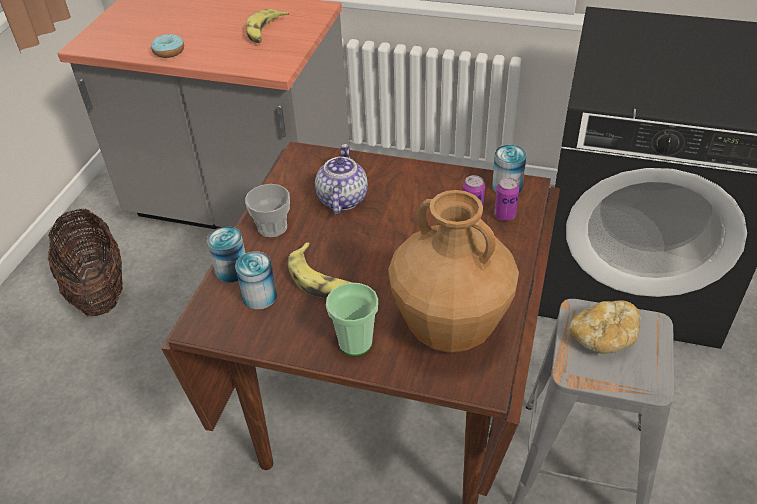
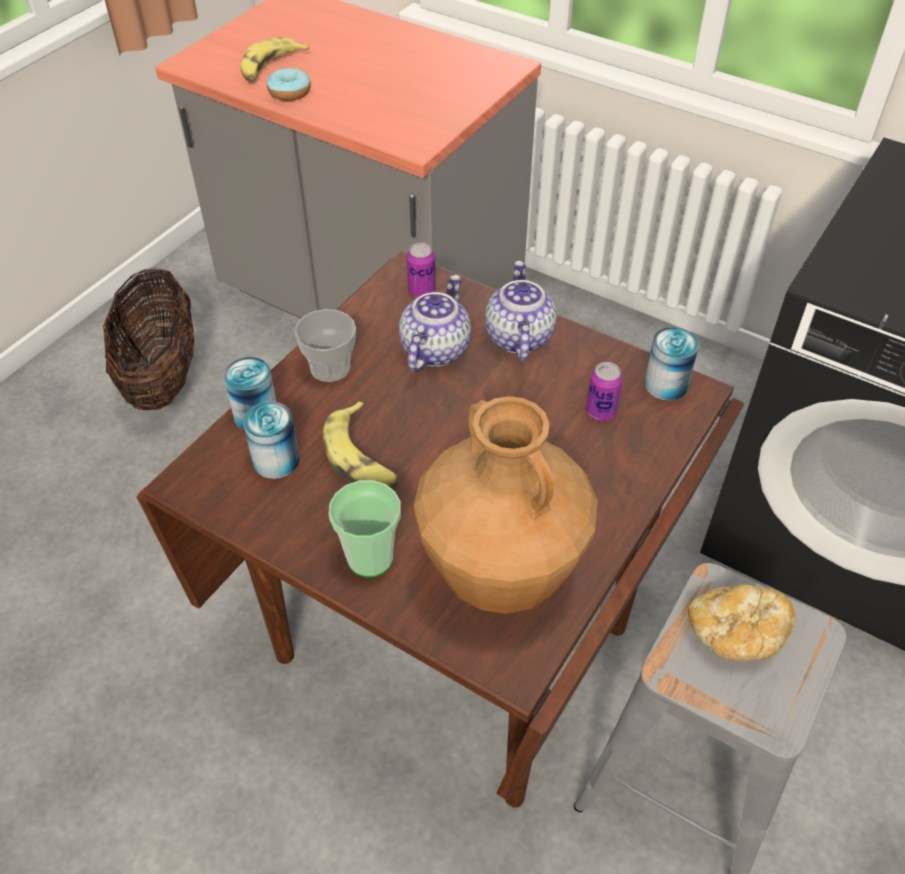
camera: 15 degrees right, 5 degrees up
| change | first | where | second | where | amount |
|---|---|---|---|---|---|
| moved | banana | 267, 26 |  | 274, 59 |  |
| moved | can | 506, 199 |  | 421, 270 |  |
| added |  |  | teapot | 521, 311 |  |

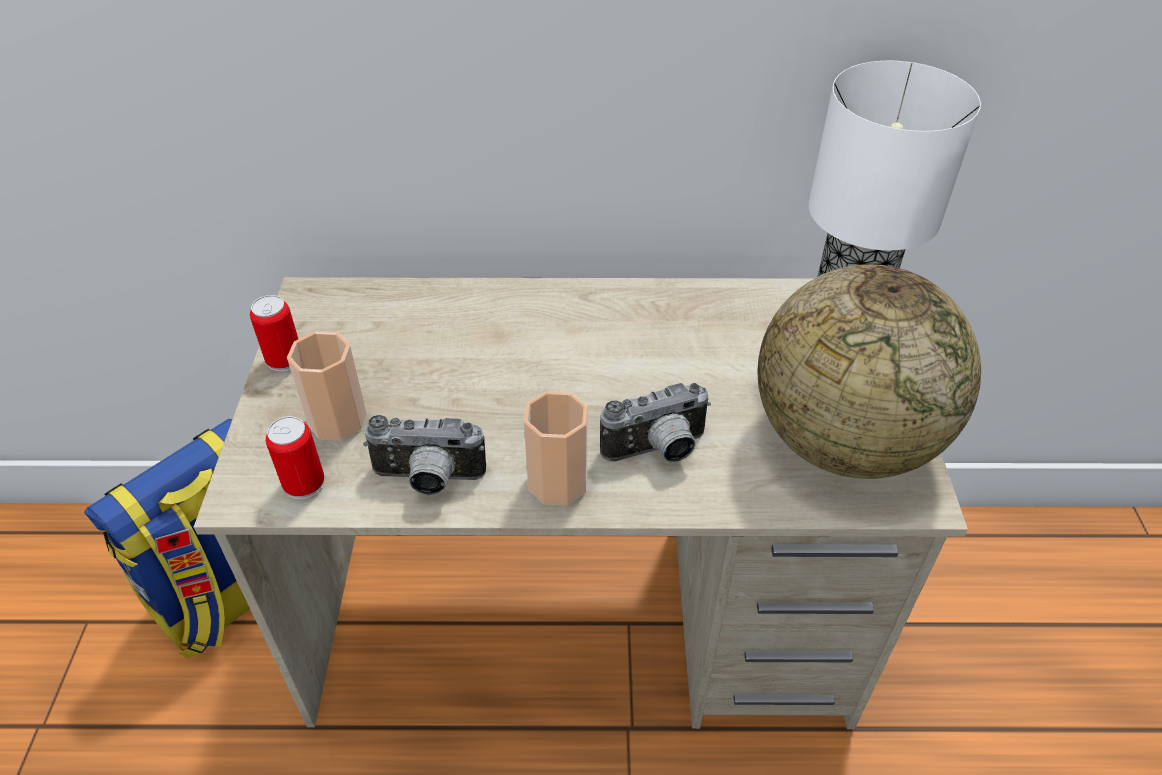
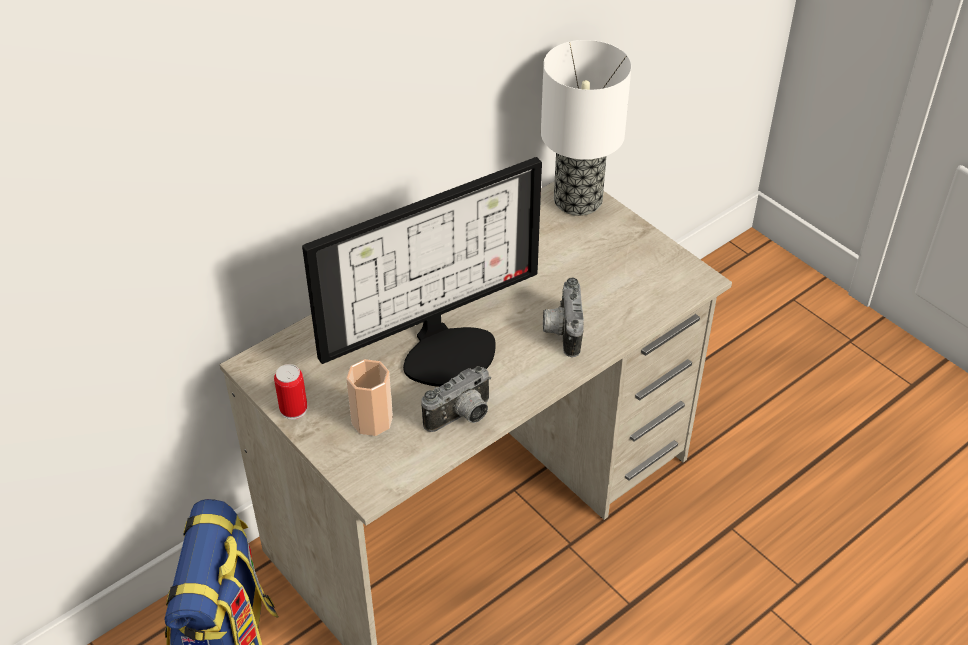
camera: 40 degrees left, 0 degrees up
| change | first | where | second | where | amount |
|---|---|---|---|---|---|
| removed | can | 295, 458 |  |  |  |
| removed | cup | 556, 448 |  |  |  |
| turned | photo camera | 655, 422 |  | 563, 317 | 150 degrees clockwise |
| removed | globe | 869, 371 |  |  |  |
| added |  |  | monitor | 422, 272 |  |

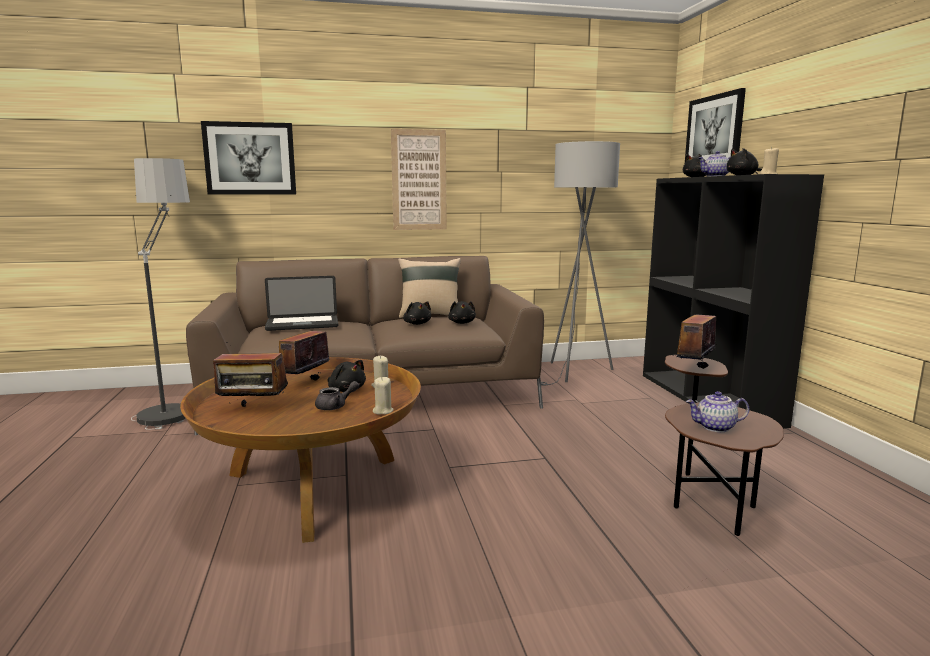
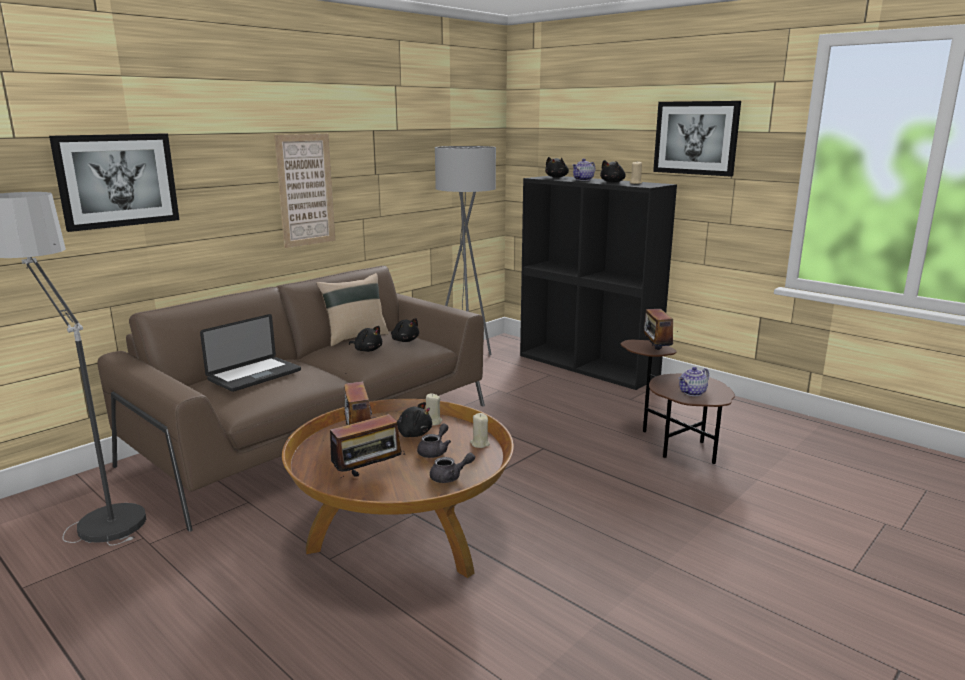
camera: 35 degrees left, 5 degrees up
| change | first | where | second | where | amount |
|---|---|---|---|---|---|
| moved | picture | 715, 124 |  | 697, 139 |  |
| added |  |  | grey teapot | 452, 468 |  |

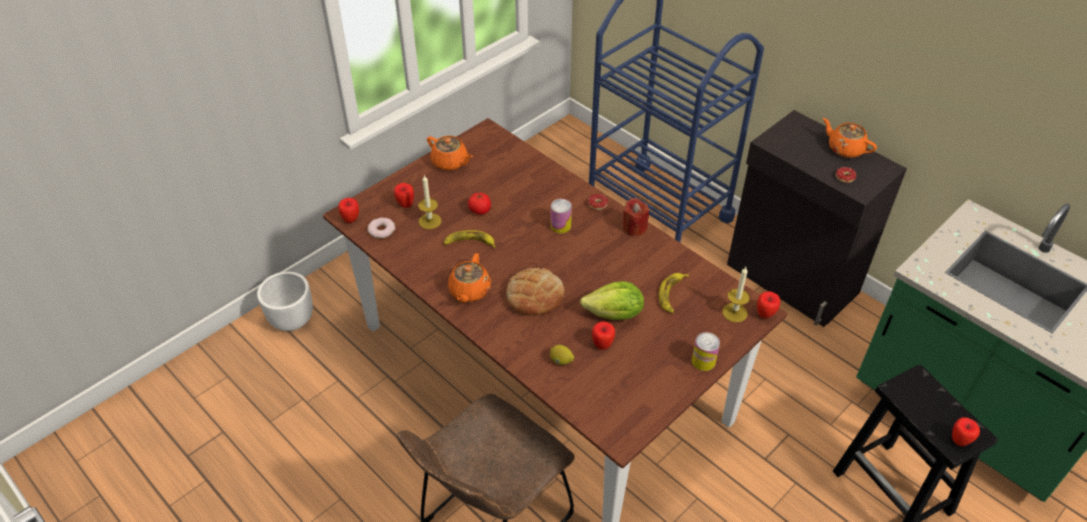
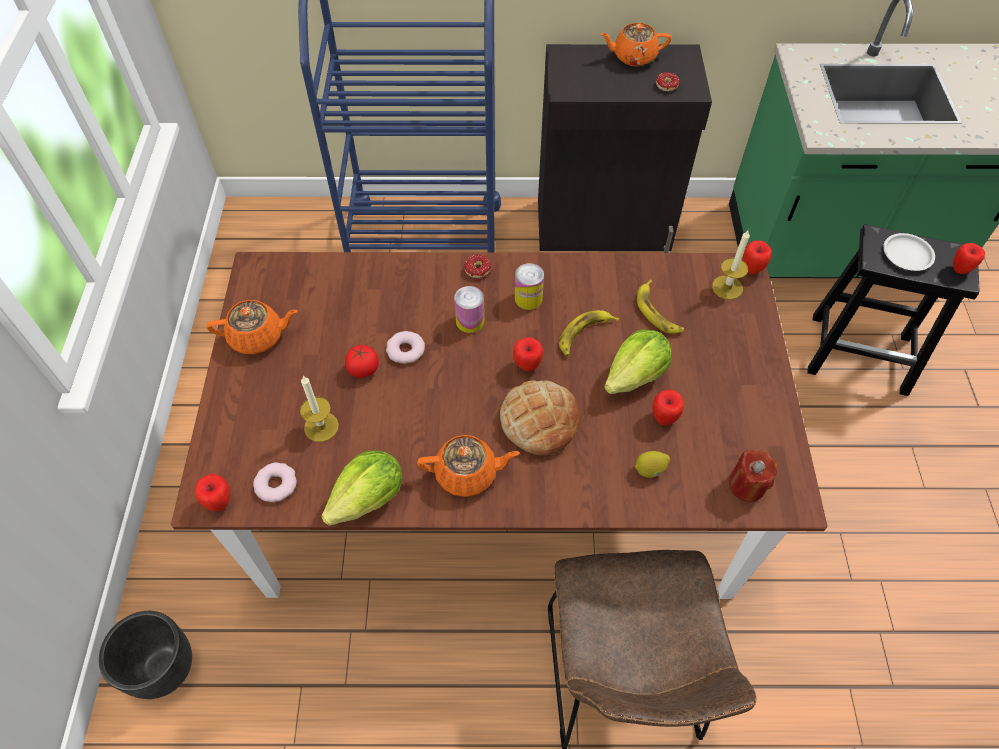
camera: 45 degrees left, 10 degrees up
| change | first | where | second | where | amount |
|---|---|---|---|---|---|
| recoloured | white planter | 285, 301 | black planter | 145, 655 |  |
| moved | apple | 404, 195 |  | 528, 354 |  |
| moved | banana | 470, 239 |  | 589, 333 |  |
| turned | orange teapot | 469, 278 |  | 468, 466 | 60 degrees counterclockwise |
| moved | red candle | 636, 217 |  | 753, 476 |  |
| moved | can | 706, 351 |  | 529, 286 |  |
| added |  |  | lettuce | 361, 488 |  |
| added |  |  | donut | 405, 347 |  |
| added |  |  | white plate | 909, 252 |  |

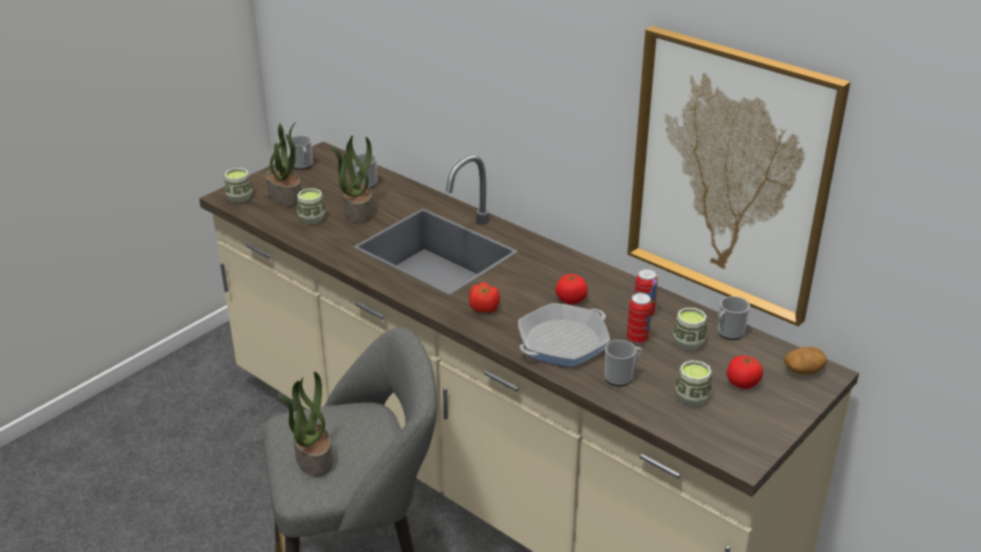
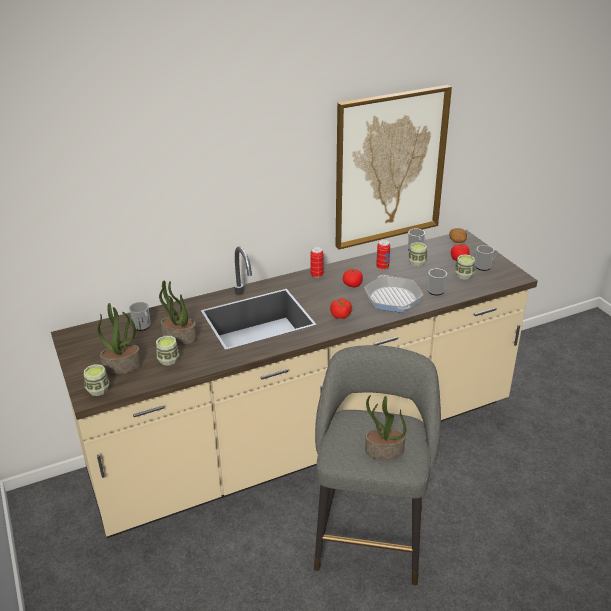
camera: 65 degrees left, 0 degrees up
| change | first | where | second | where | amount |
|---|---|---|---|---|---|
| moved | mug | 301, 153 |  | 486, 258 |  |
| moved | can | 639, 318 |  | 317, 262 |  |

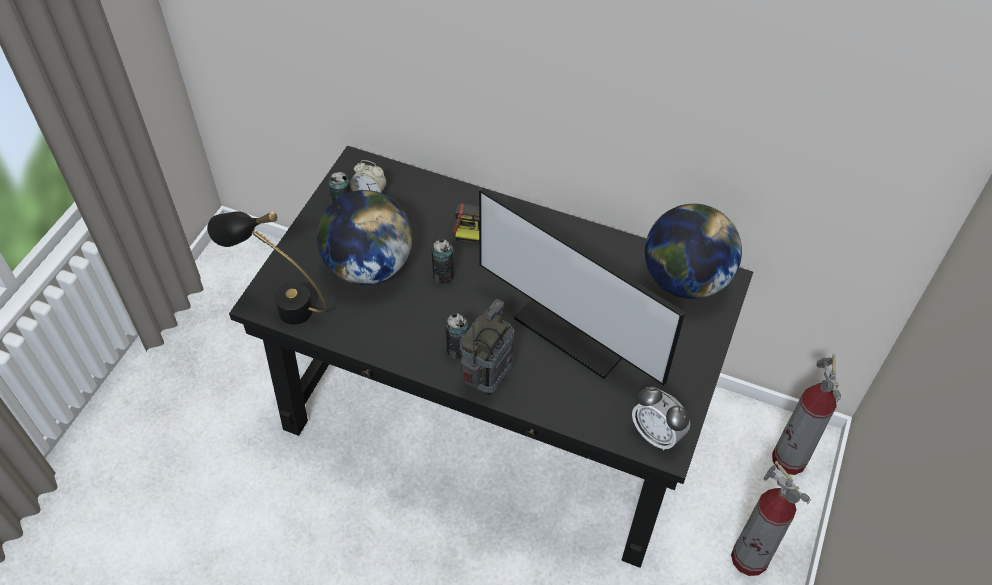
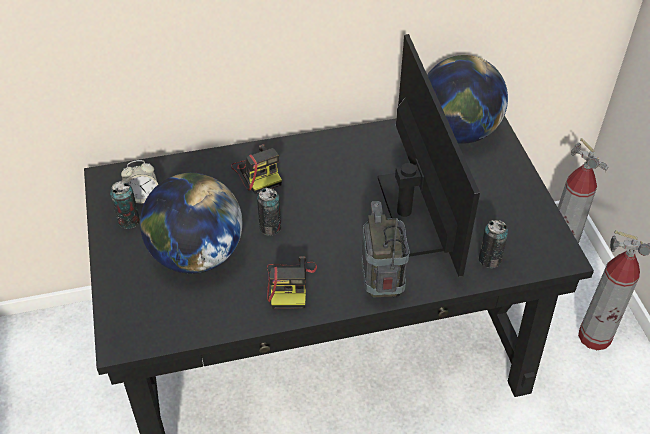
camera: 35 degrees left, 5 degrees down
| change | first | where | second | where | amount |
|---|---|---|---|---|---|
| removed | black table lamp | 267, 268 |  |  |  |
| moved | can | 456, 336 |  | 493, 244 |  |
| turned | monitor | 582, 286 |  | 429, 155 | 105 degrees counterclockwise |
| removed | alarm clock | 661, 418 |  |  |  |
| added |  |  | photo camera | 292, 282 |  |

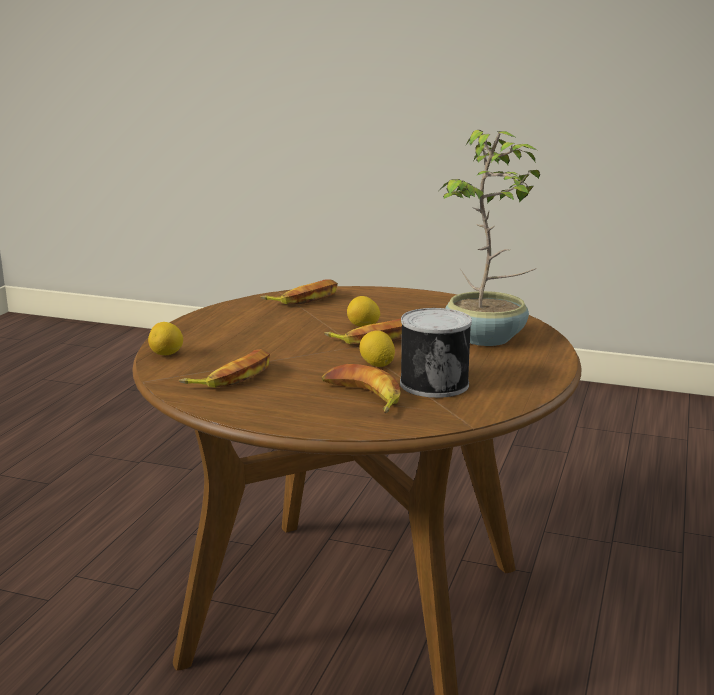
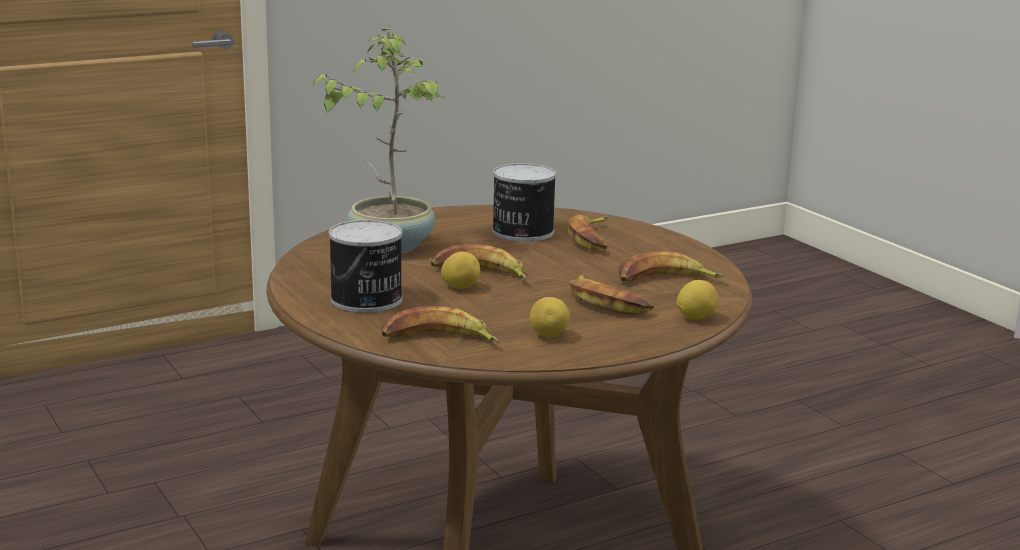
camera: 140 degrees left, 0 degrees up
| change | first | where | second | where | amount |
|---|---|---|---|---|---|
| moved | lemon | 377, 349 |  | 550, 317 |  |
| added |  |  | can | 365, 266 |  |
| added |  |  | banana | 611, 294 |  |

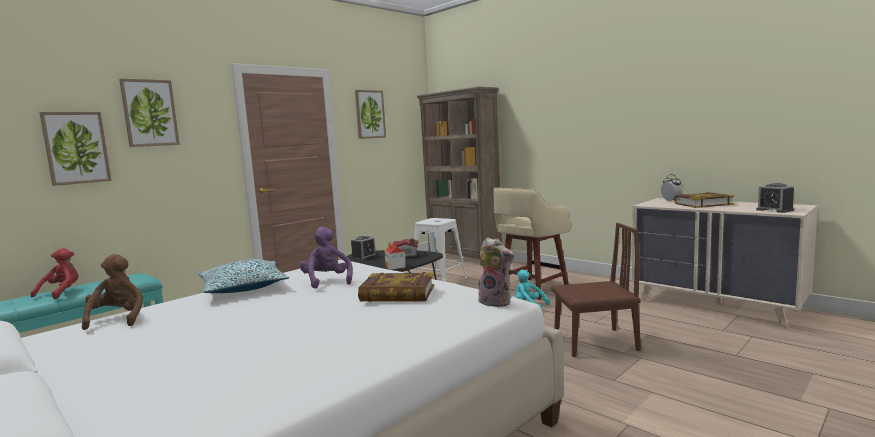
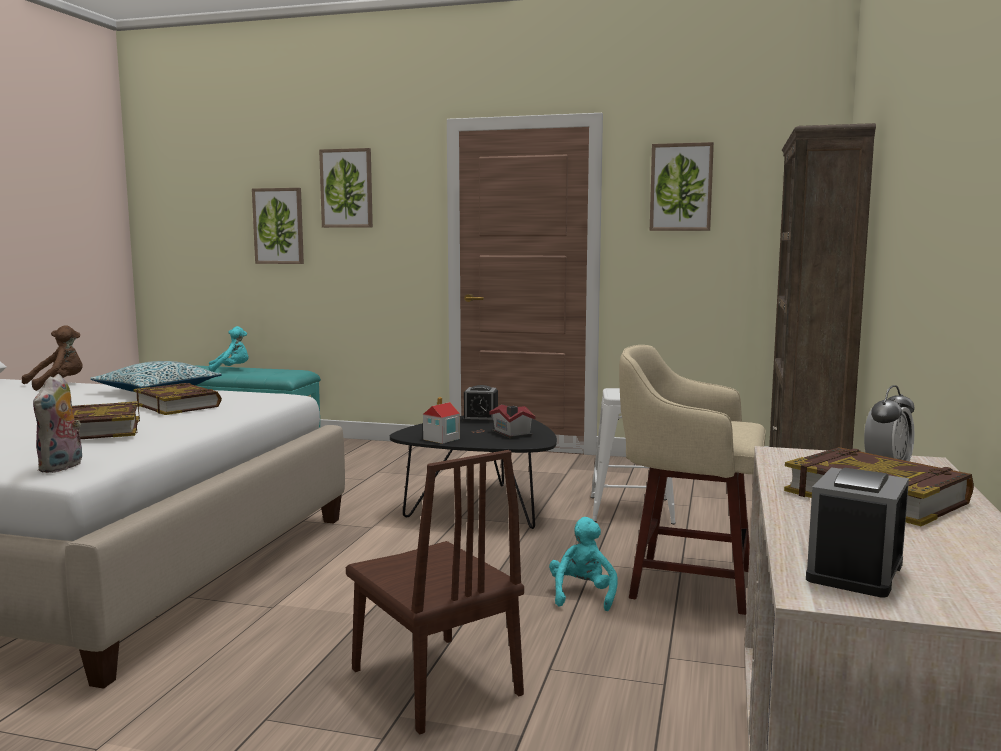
camera: 60 degrees right, 0 degrees up
| change | first | where | second | where | amount |
|---|---|---|---|---|---|
| recoloured | red plush toy | 55, 273 | turquoise plush toy | 228, 349 |  |
| replaced | purple plush toy | 326, 257 | book | 177, 399 |  |

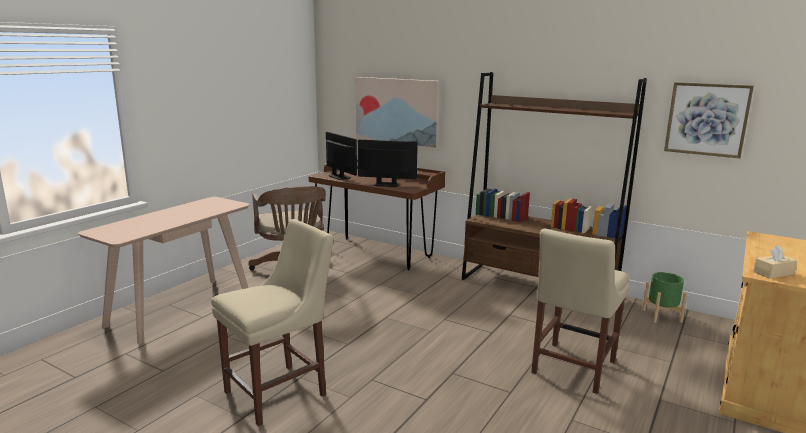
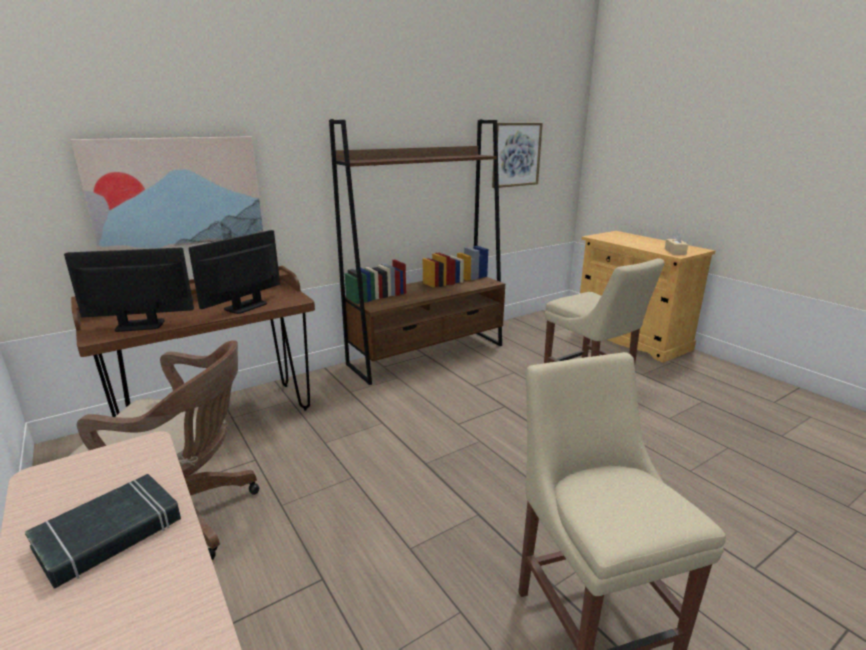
camera: 65 degrees left, 5 degrees up
| change | first | where | second | where | amount |
|---|---|---|---|---|---|
| removed | green planter | 664, 297 |  |  |  |
| added |  |  | black book | 103, 531 |  |

